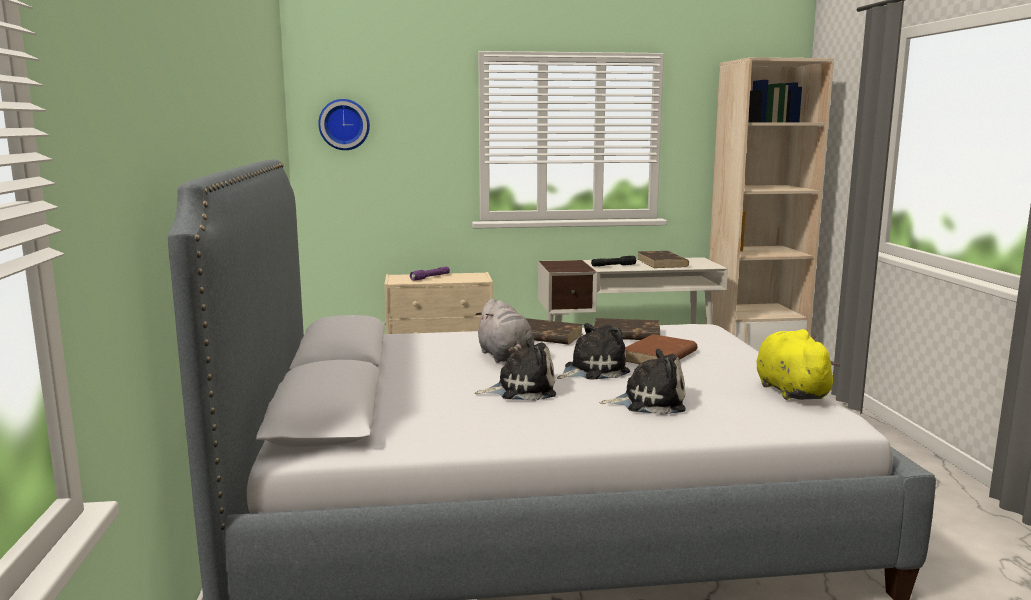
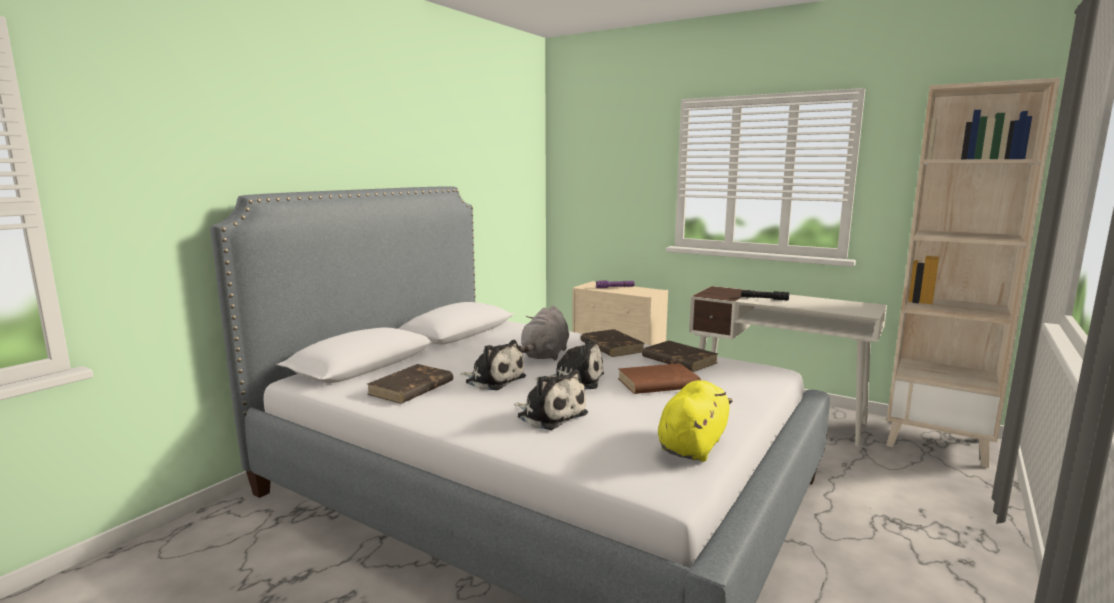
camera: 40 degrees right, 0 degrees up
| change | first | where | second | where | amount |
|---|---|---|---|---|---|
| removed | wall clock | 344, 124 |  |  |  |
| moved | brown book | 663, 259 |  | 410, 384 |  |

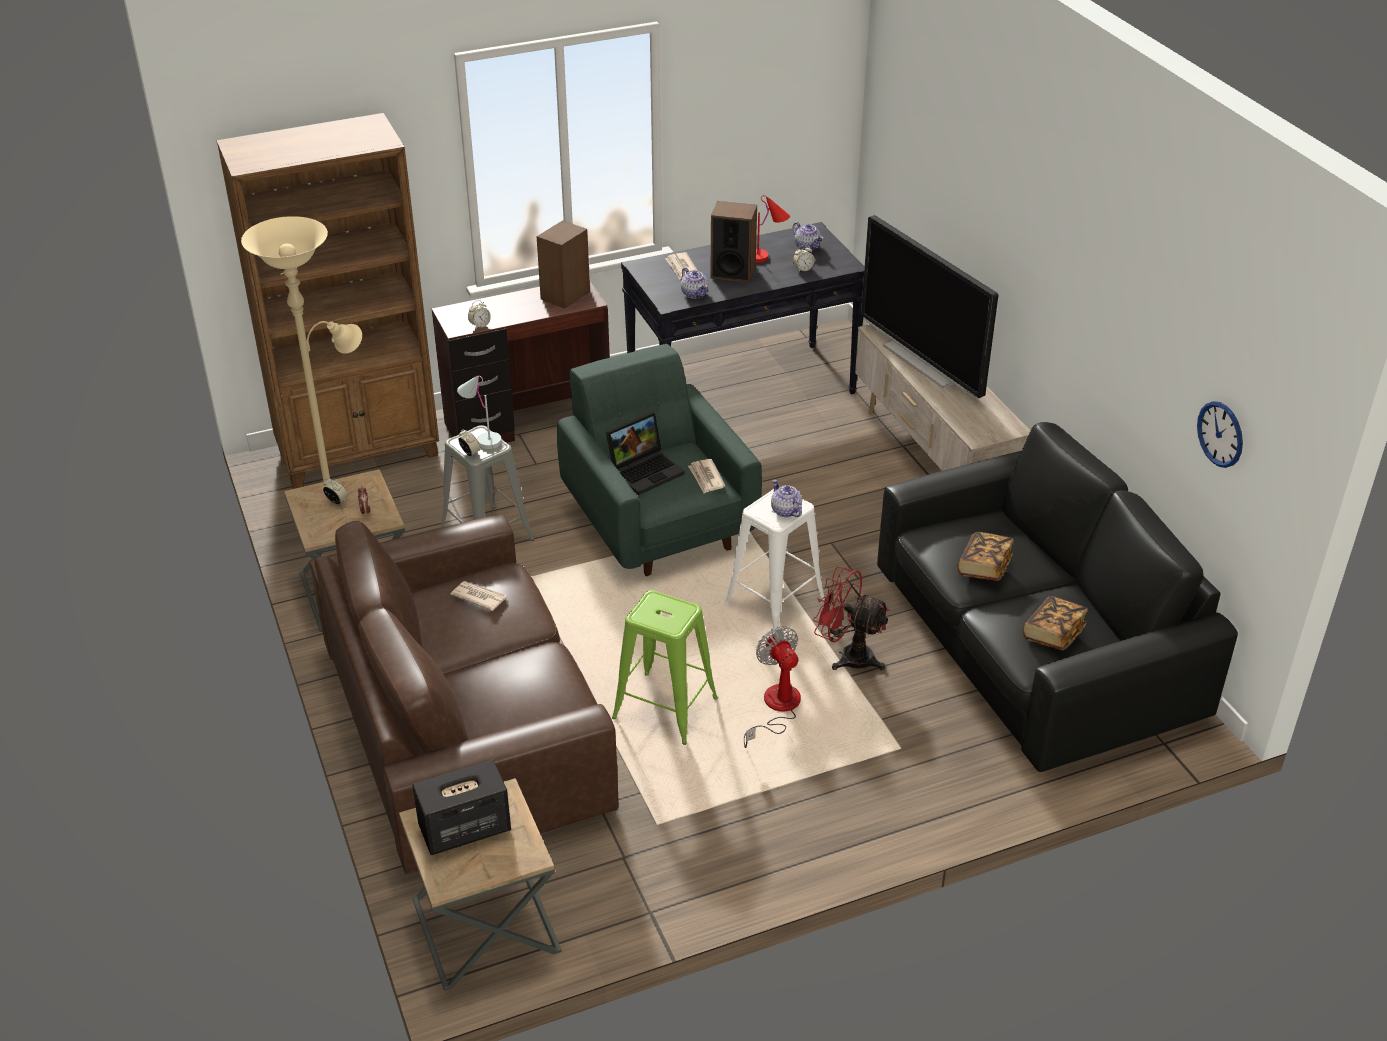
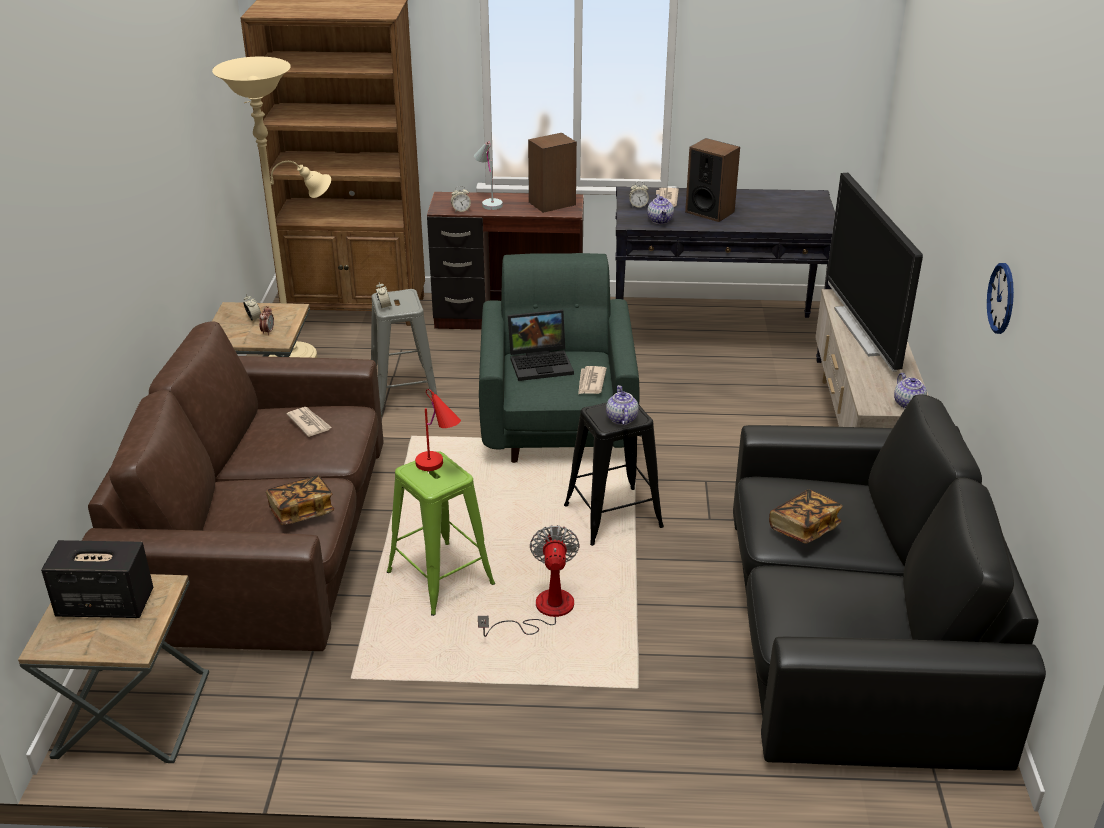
camera: 25 degrees right, 5 degrees down
| change | first | where | second | where | amount |
|---|---|---|---|---|---|
| moved | white table lamp | 479, 412 |  | 488, 175 |  |
| recoloured | white stool | 774, 561 | black stool | 614, 474 |  |
| moved | red table lamp | 773, 229 |  | 438, 430 |  |
| moved | teapot | 807, 236 |  | 910, 391 |  |
| moved | alarm clock | 804, 258 |  | 639, 194 |  |
| removed | red fan | 851, 619 |  |  |  |
| moved | book | 1055, 623 |  | 300, 500 |  |
| moved | wall clock | 1220, 434 |  | 1000, 298 |  |

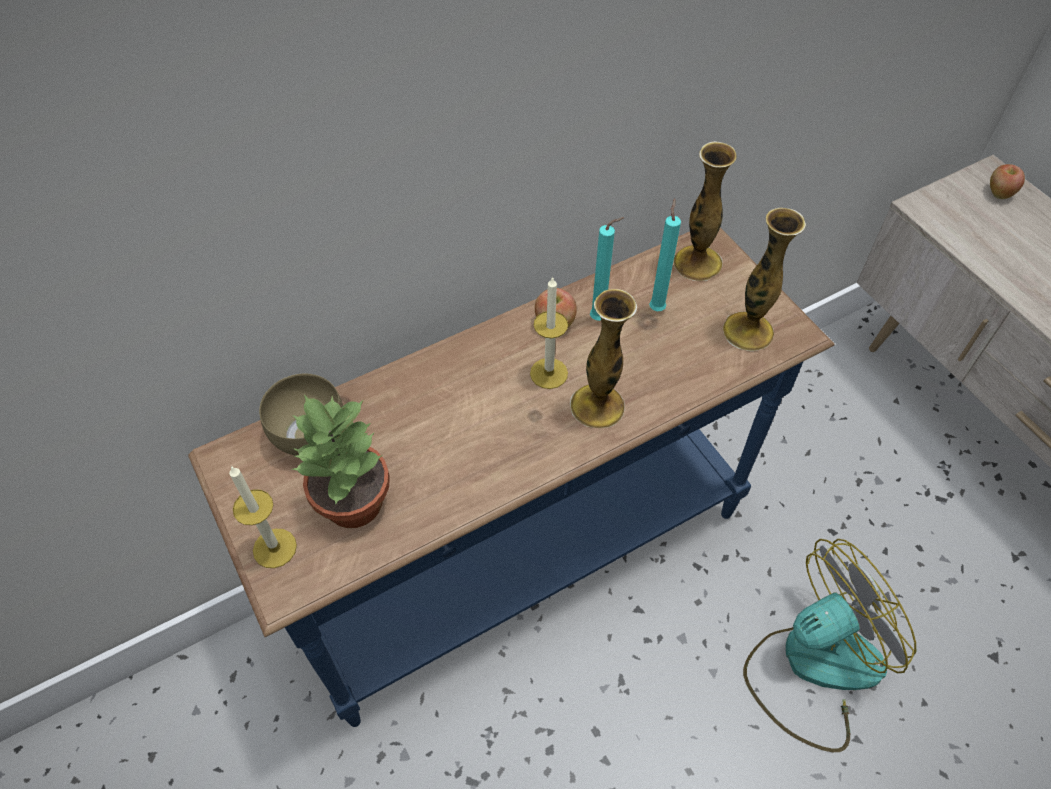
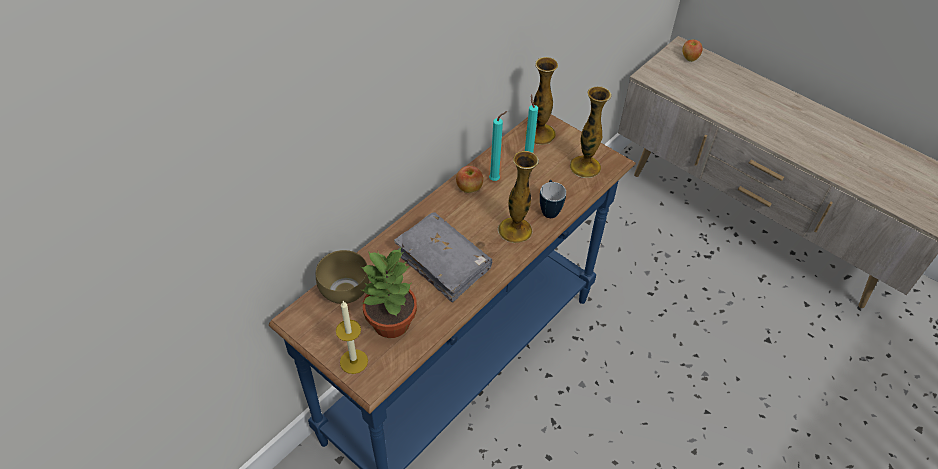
camera: 20 degrees left, 5 degrees down
| change | first | where | second | where | amount |
|---|---|---|---|---|---|
| removed | candle | 549, 332 |  |  |  |
| removed | fan | 829, 645 |  |  |  |
| added |  |  | grey book | 443, 257 |  |
| added |  |  | mug | 553, 199 |  |

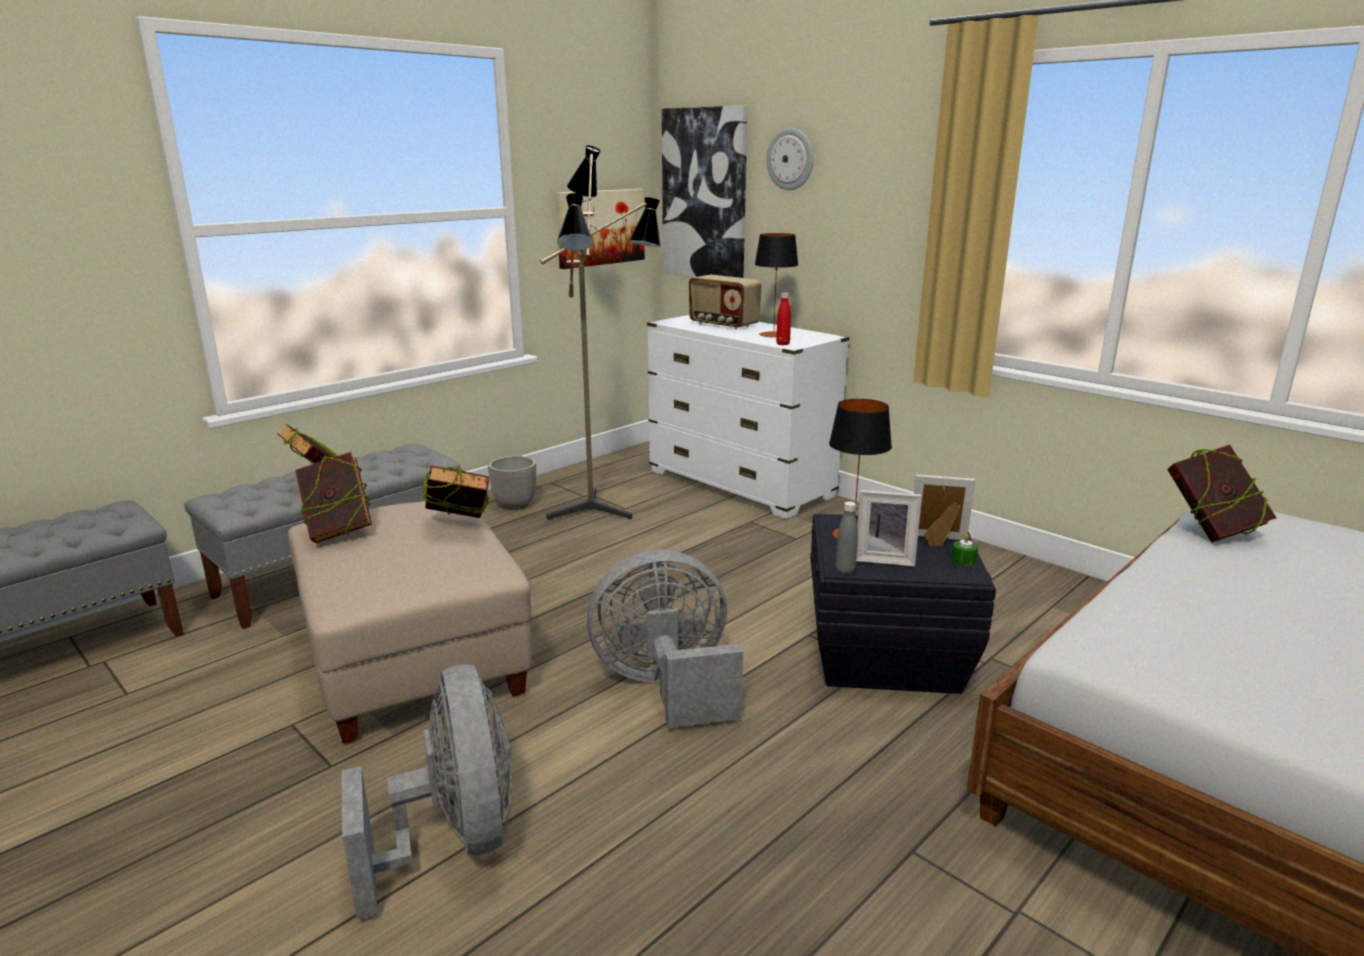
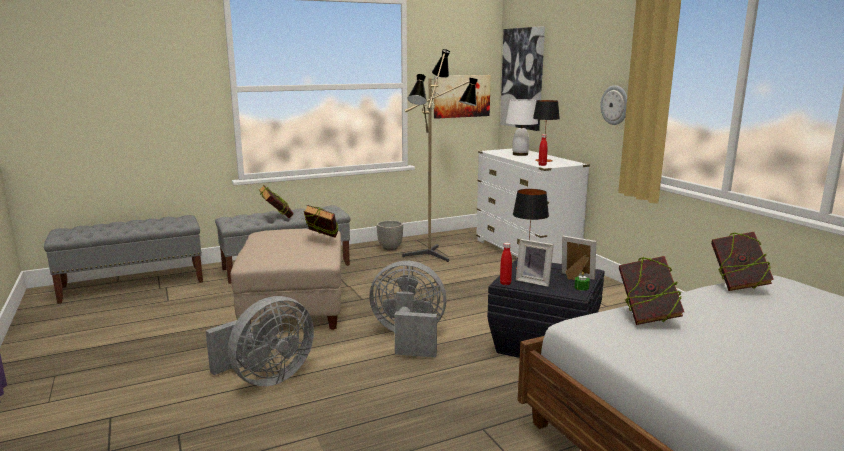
camera: 20 degrees right, 5 degrees down
| change | first | where | second | where | amount |
|---|---|---|---|---|---|
| moved | book | 333, 497 |  | 651, 290 |  |
| turned | grey fan | 427, 792 |  | 259, 341 | 45 degrees clockwise |
| replaced | radio | 725, 302 | white table lamp | 522, 127 |  |
| moved | wall clock | 790, 159 |  | 613, 105 |  |
| recoloured | grey bottle | 846, 538 | red bottle | 506, 264 |  |

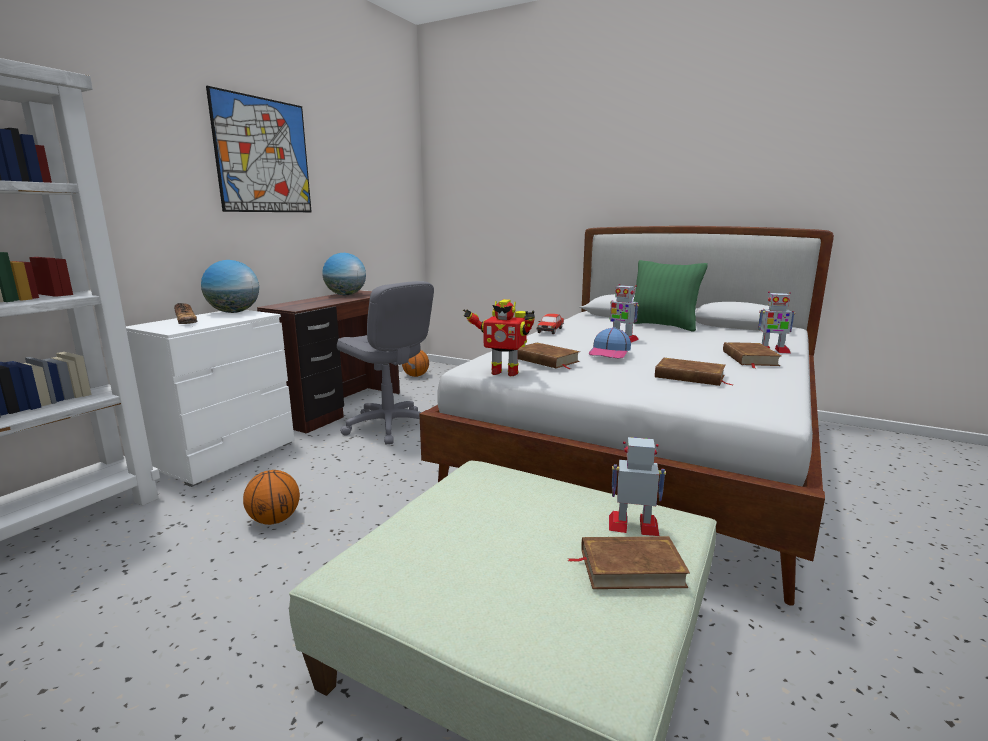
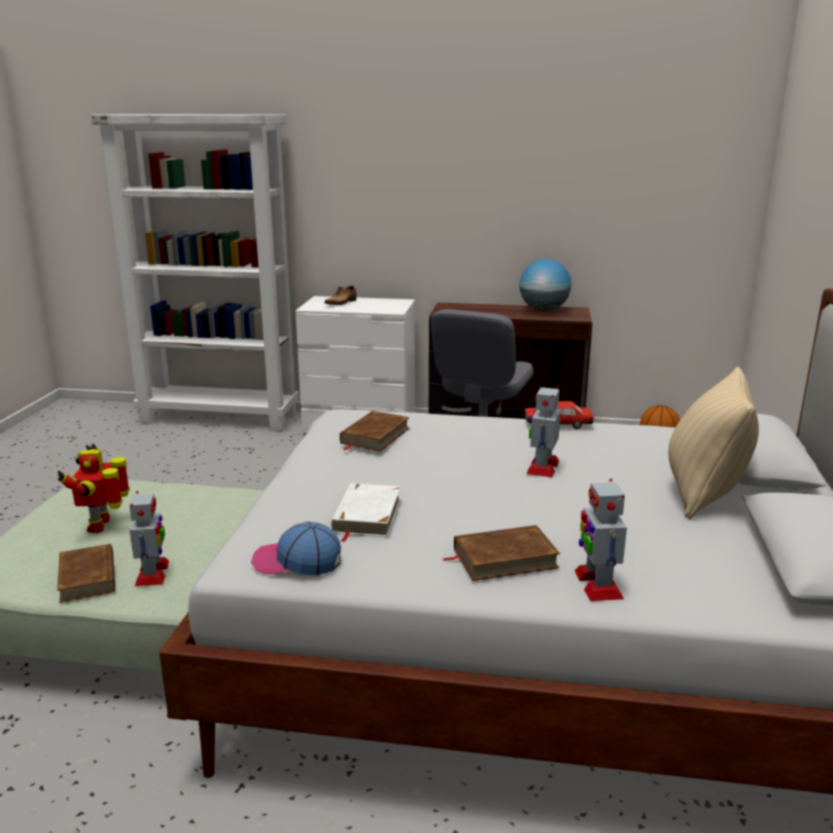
camera: 70 degrees right, 5 degrees up
| change | first | where | second | where | amount |
|---|---|---|---|---|---|
| removed | globe | 230, 286 |  |  |  |
| removed | picture | 259, 149 |  |  |  |
| removed | basketball | 271, 497 |  |  |  |
| moved | toy robot | 499, 337 |  | 94, 488 |  |
| moved | cap | 610, 343 |  | 296, 548 |  |
| recoloured | green pillow | 670, 295 | beige pillow | 713, 443 |  |
| recoloured | brown book | 694, 372 | white book | 366, 512 |  |

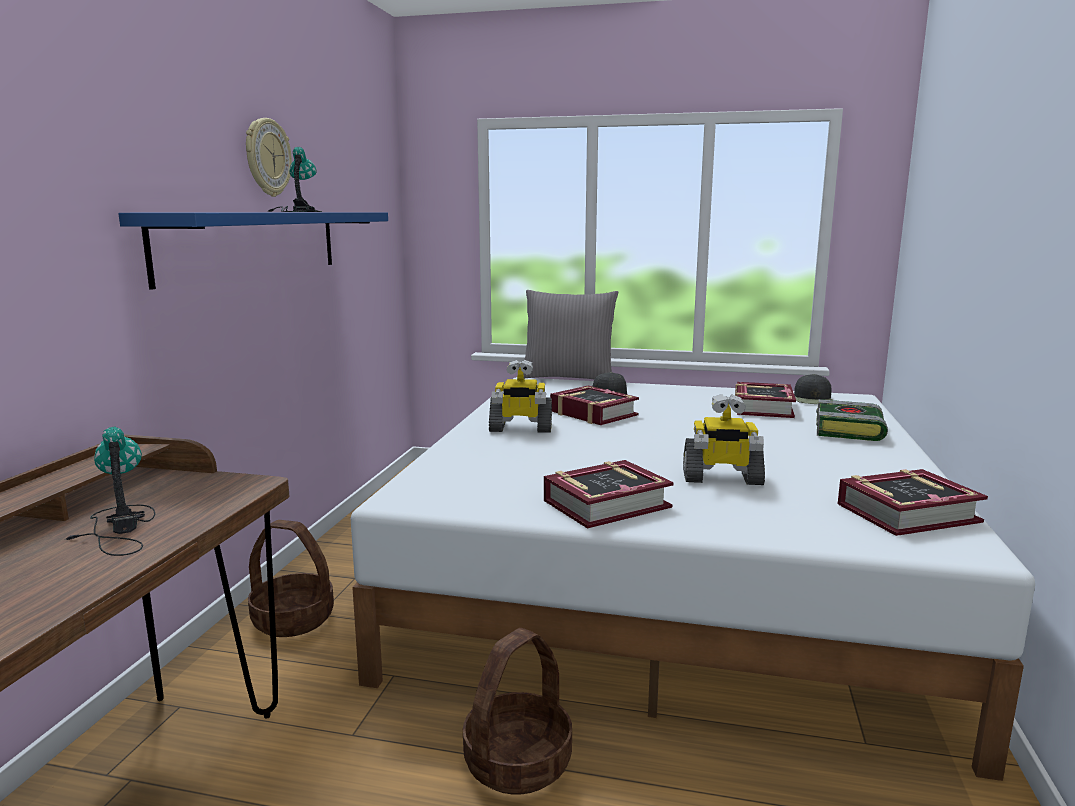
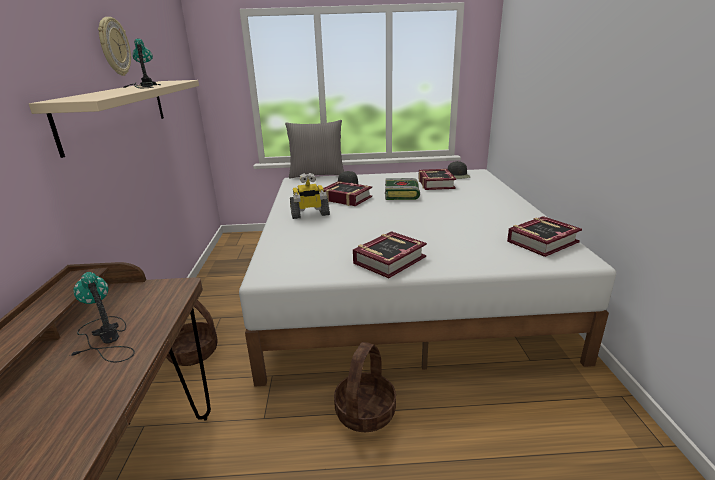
camera: 15 degrees left, 10 degrees up
| change | first | where | second | where | amount |
|---|---|---|---|---|---|
| recoloured | blue shelf | 253, 251 | beige shelf | 114, 119 |  |
| removed | toy robot | 724, 439 |  |  |  |
| moved | book | 852, 420 |  | 402, 189 |  |

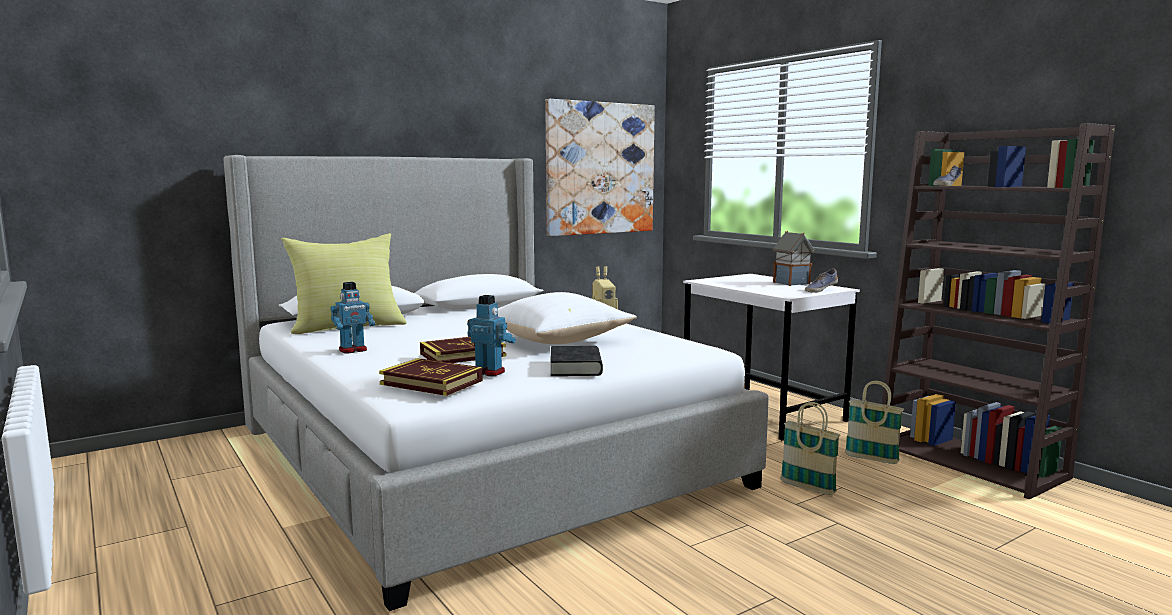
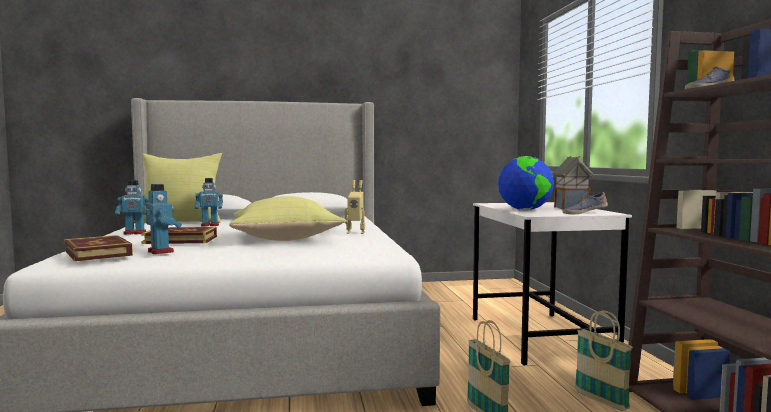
camera: 25 degrees right, 5 degrees down
| change | first | where | second | where | amount |
|---|---|---|---|---|---|
| recoloured | white pillow | 567, 318 | yellow pillow | 287, 218 |  |
| removed | picture | 600, 167 |  |  |  |
| removed | black book | 577, 361 |  |  |  |
| added |  |  | toy robot | 209, 202 |  |
| added |  |  | globe | 526, 183 |  |

